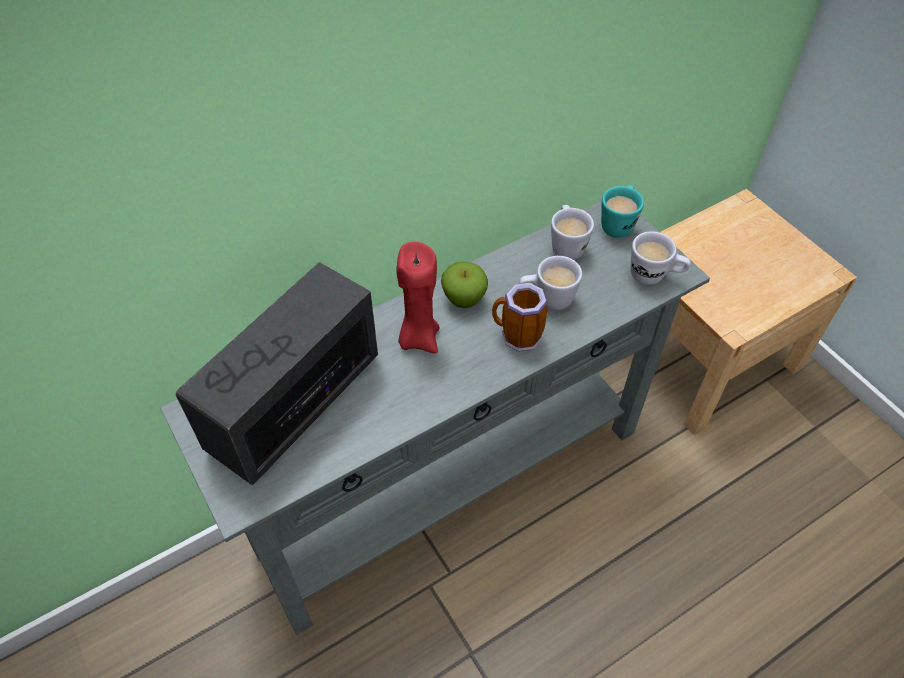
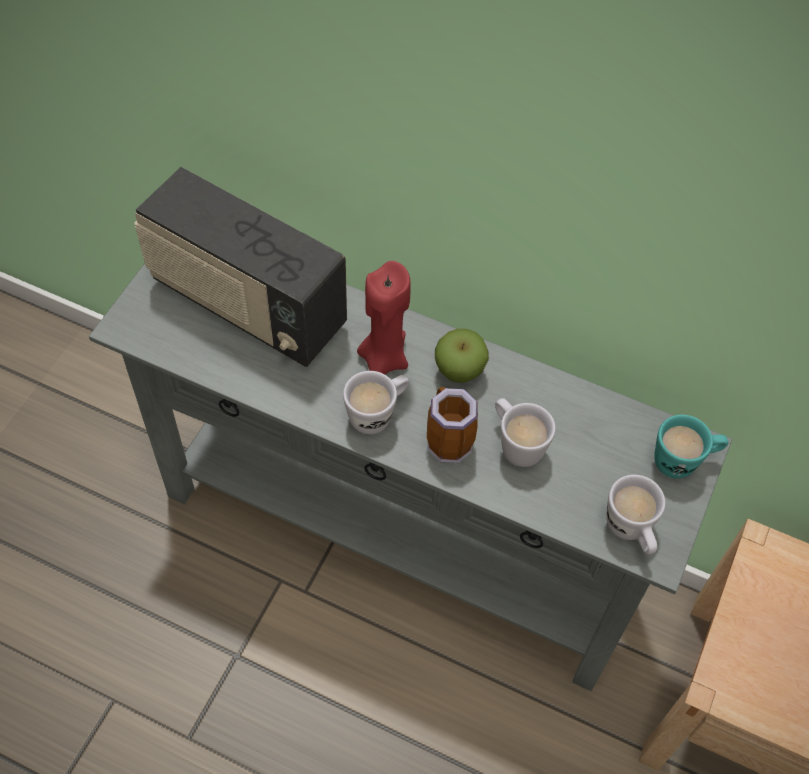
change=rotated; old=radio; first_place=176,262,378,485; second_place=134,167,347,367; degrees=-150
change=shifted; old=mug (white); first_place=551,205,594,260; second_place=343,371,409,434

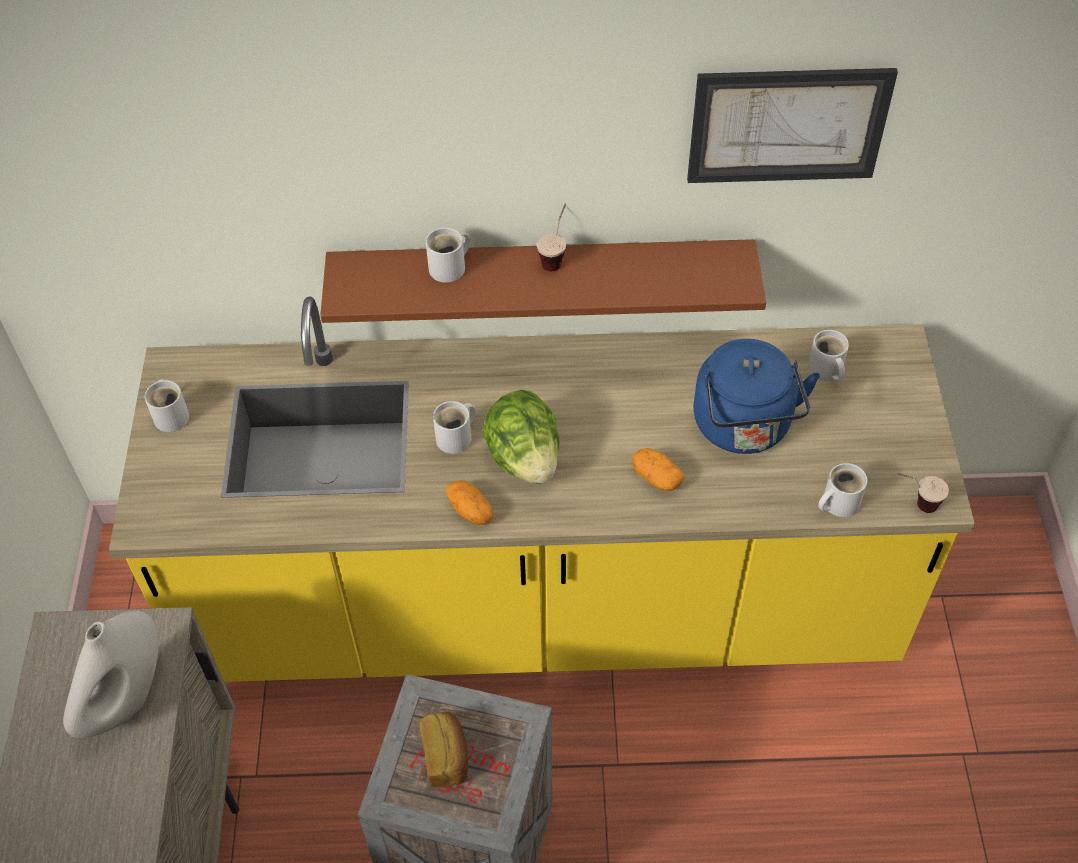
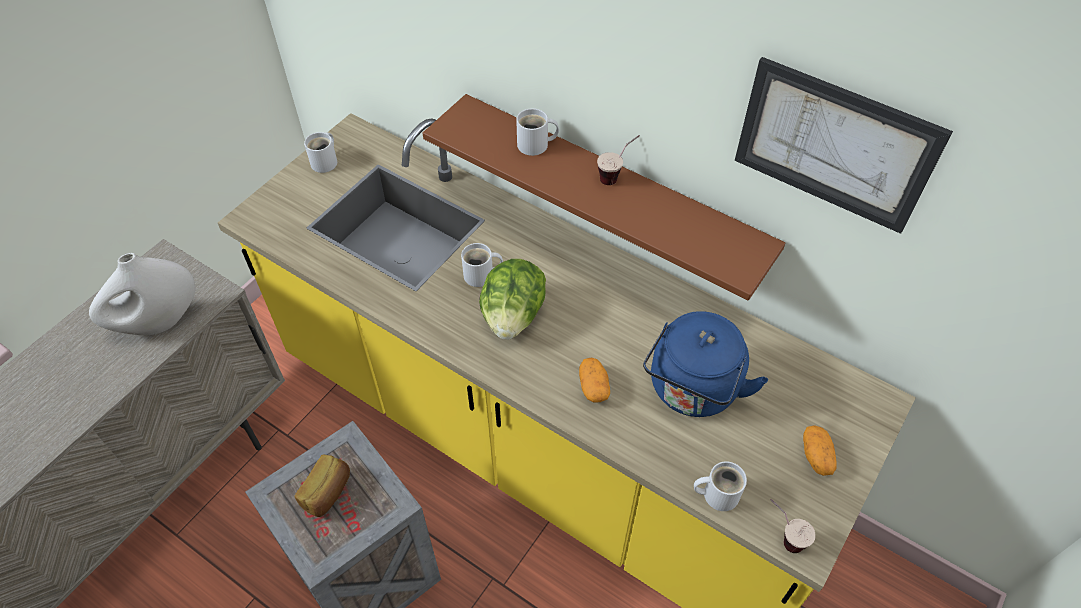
change=shifted; old=potato; first_place=447,480,493,525; second_place=803,425,837,476
change=gone; old=mug (white); first_place=808,330,849,382

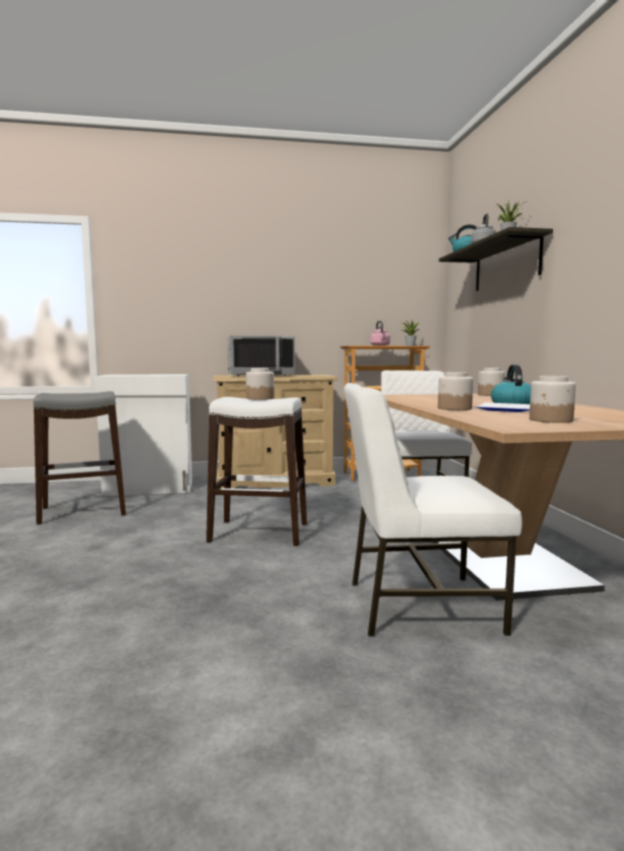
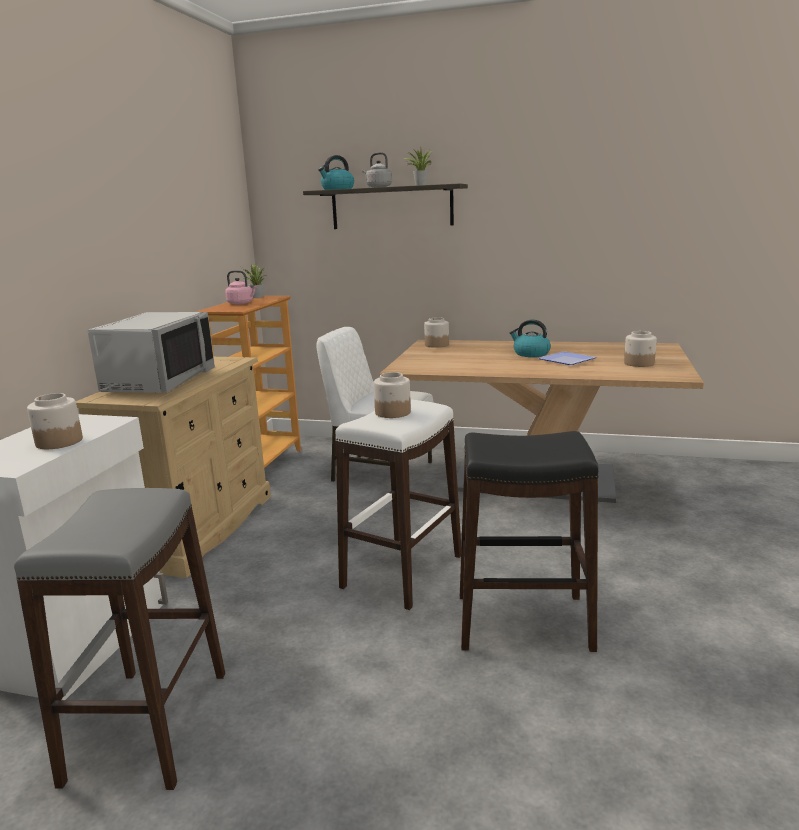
change=shifted; old=jar; first_place=438,372,473,410; second_place=27,393,83,449
change=new; new=stool (black); second_place=460,431,599,652
change=gone; old=chair (white); first_place=344,383,523,637

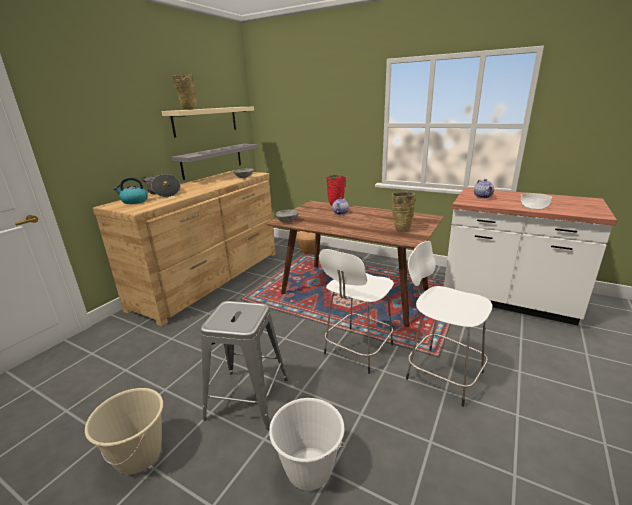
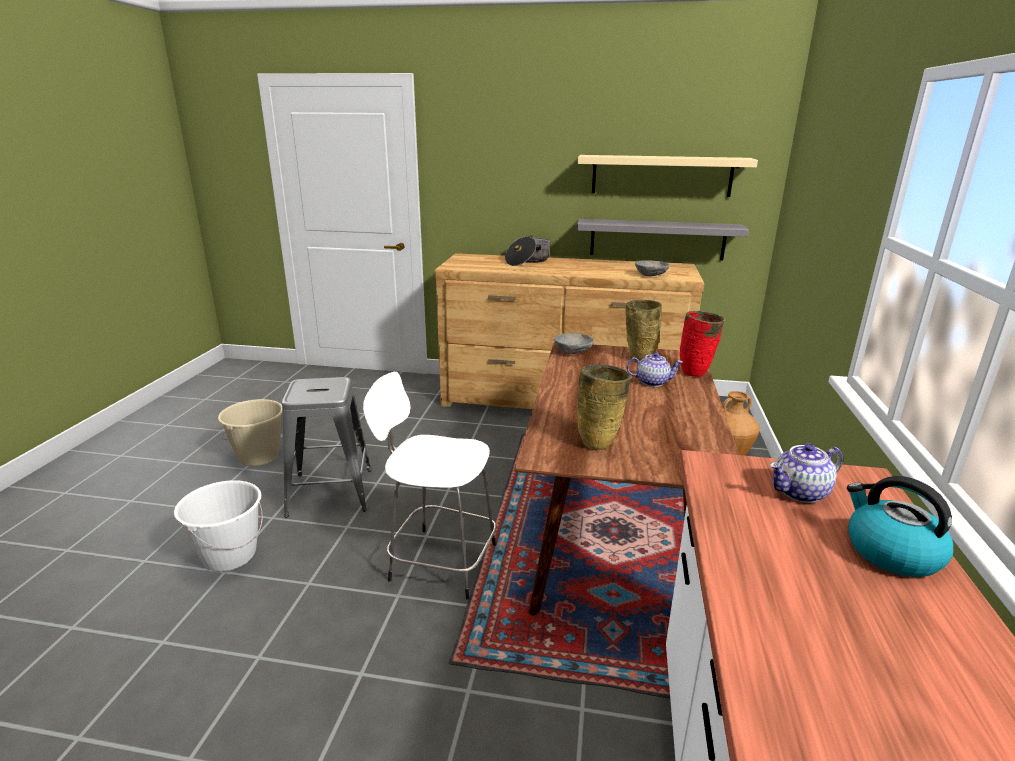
change=shifted; old=vase (beige); first_place=172,74,197,110; second_place=625,300,662,361
change=shifted; old=kettle; first_place=114,177,148,204; second_place=847,476,954,577
change=gone; old=stool (white); first_place=406,241,493,407
change=gone; old=bowl; first_place=520,193,552,210

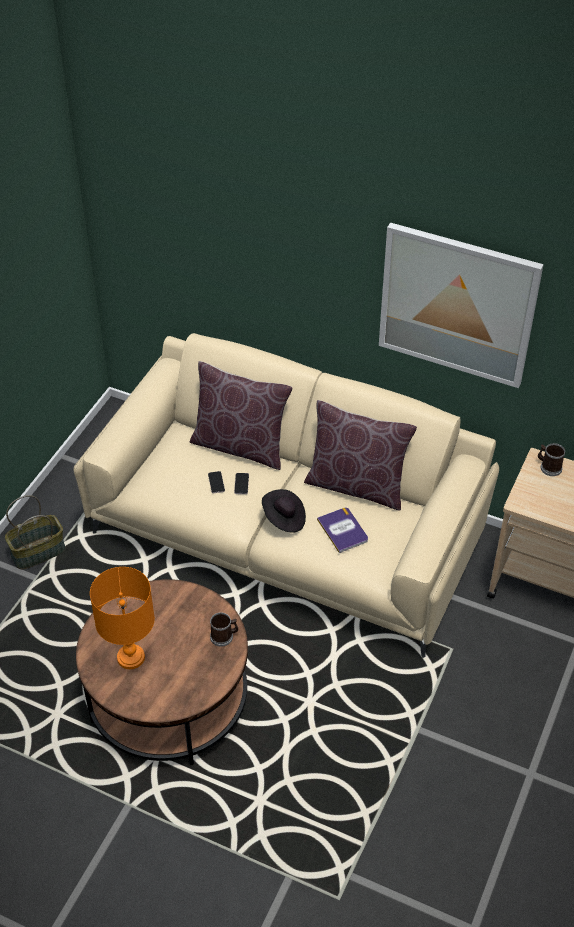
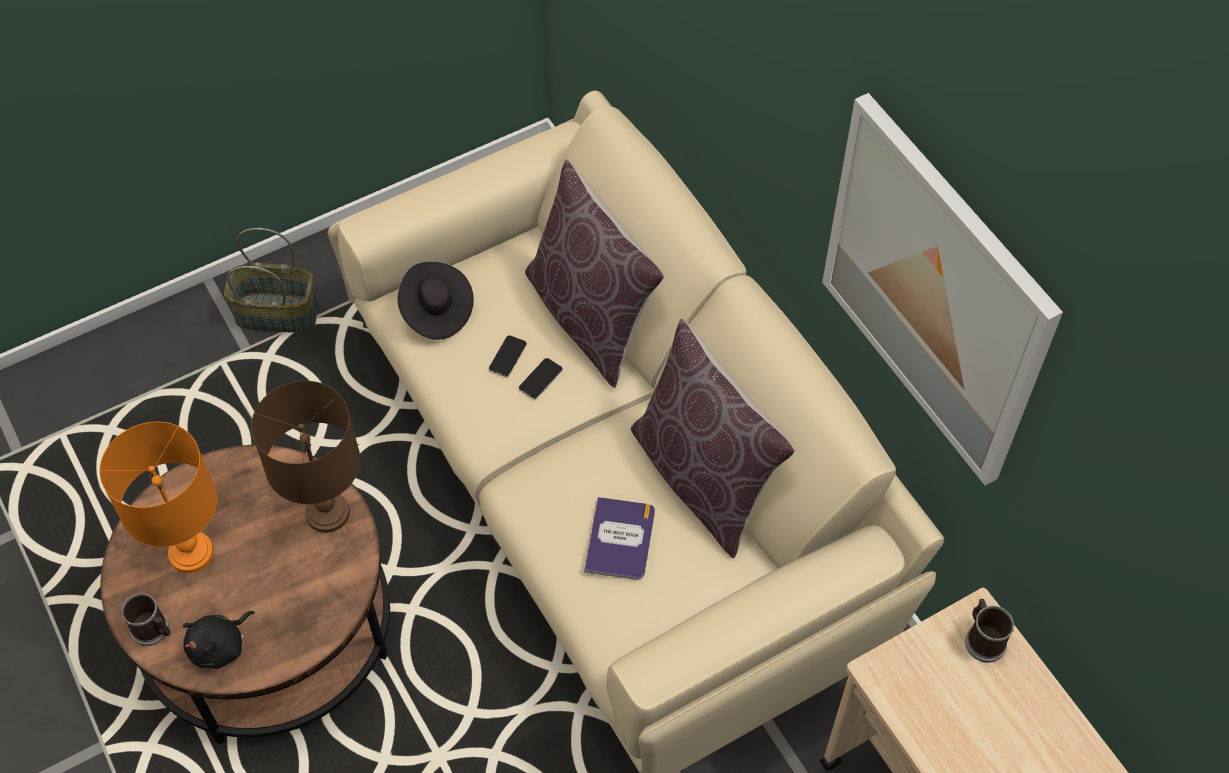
change=shifted; old=mug; first_place=210,612,238,647; second_place=121,593,171,646
change=new; new=plush toy (black); second_place=183,611,255,669
change=new; new=table lamp (brown); second_place=251,381,360,533
change=shifted; old=hat (black); first_place=262,489,306,533; second_place=398,262,474,340

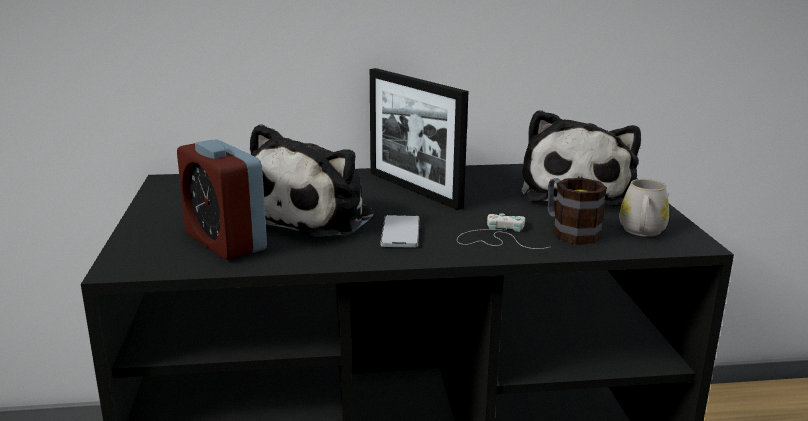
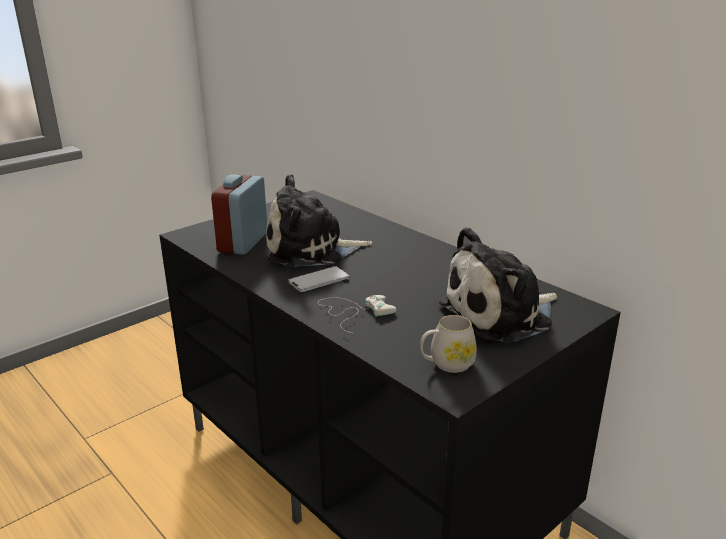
change=gone; old=picture frame; first_place=370,68,469,210
change=gone; old=mug; first_place=547,178,607,245

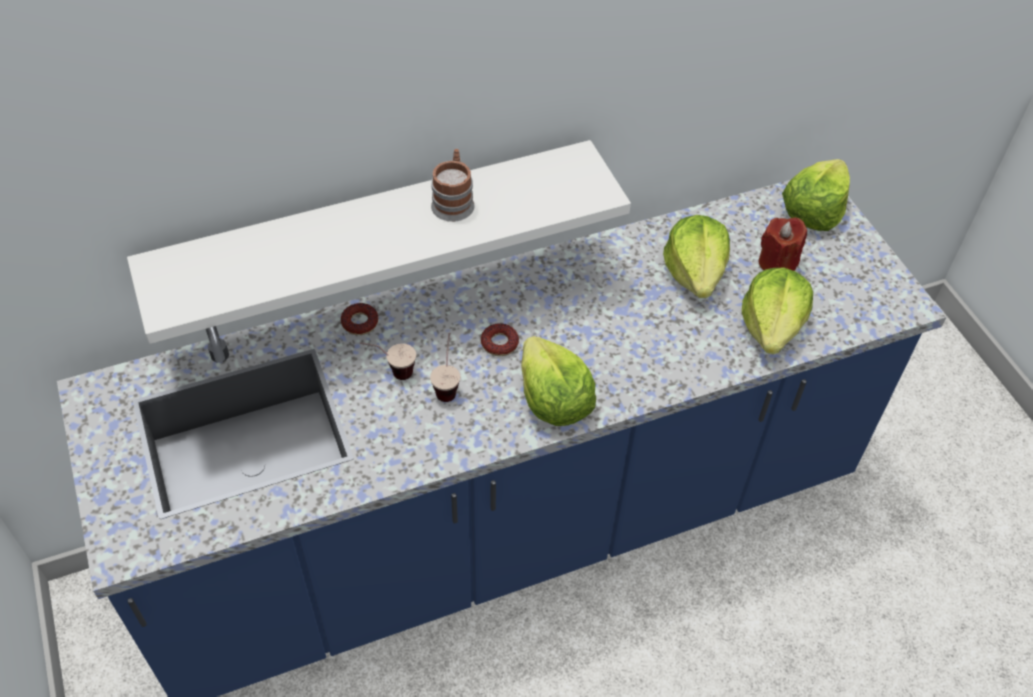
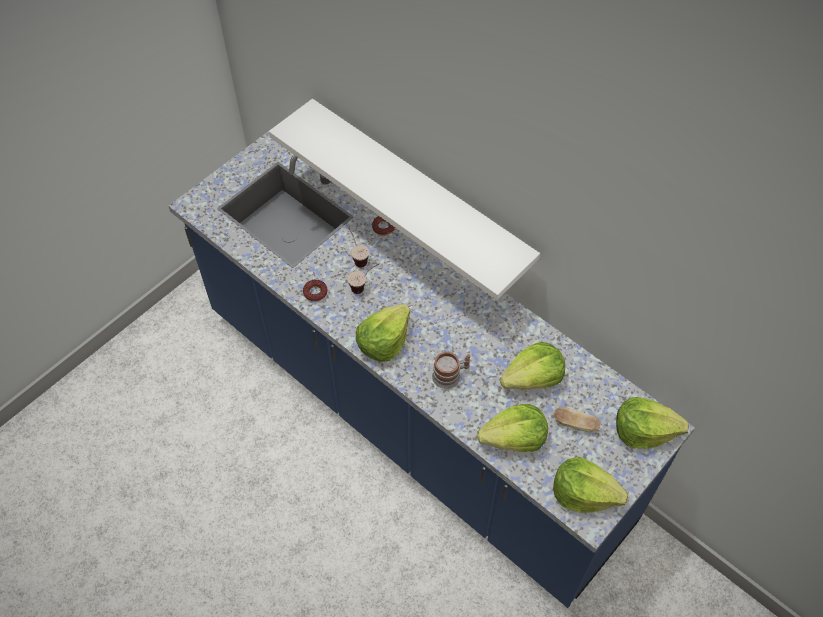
change=shifted; old=donut; first_place=481,323,519,356; second_place=303,280,328,302
change=shifted; old=mug; first_place=431,149,474,222; second_place=432,352,470,389
change=new; new=lettuce; second_place=553,457,628,513
change=swapped; old=candle (red); new=bread; first_place=758,218,807,271; second_place=554,407,600,432

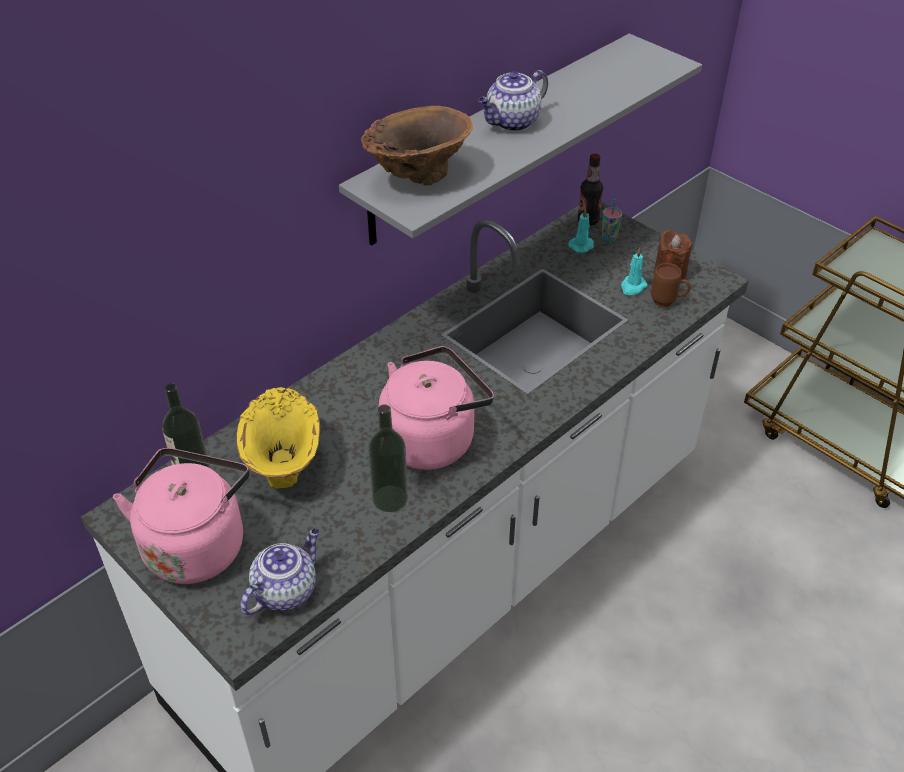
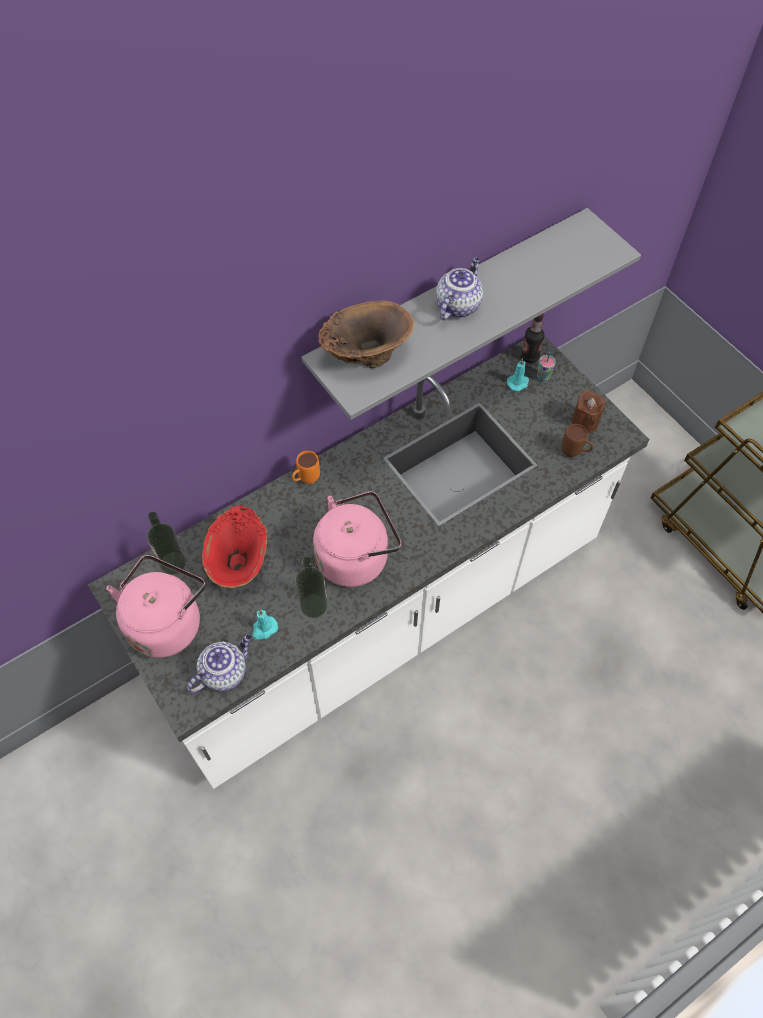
change=repainted; old=vase (yellow); new=vase (red); first_place=237,387,320,489; second_place=202,506,267,588
change=shifted; old=candle (turquoise); first_place=621,248,648,295; second_place=252,610,278,640
change=new; new=mug (orange); second_place=292,451,320,484
change=rotated; old=teapot; first_place=478,70,548,131; second_place=436,257,483,320; degrees=150

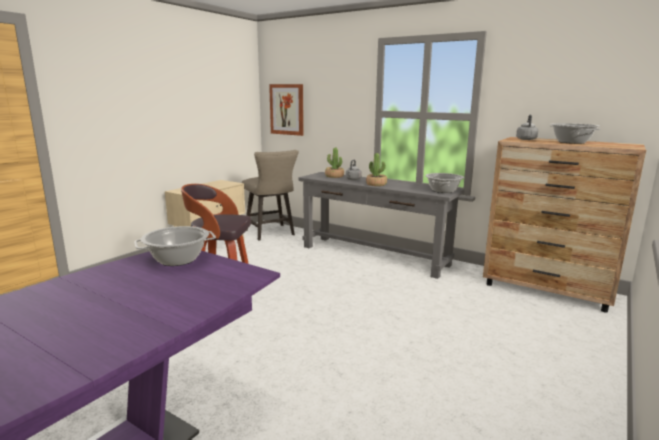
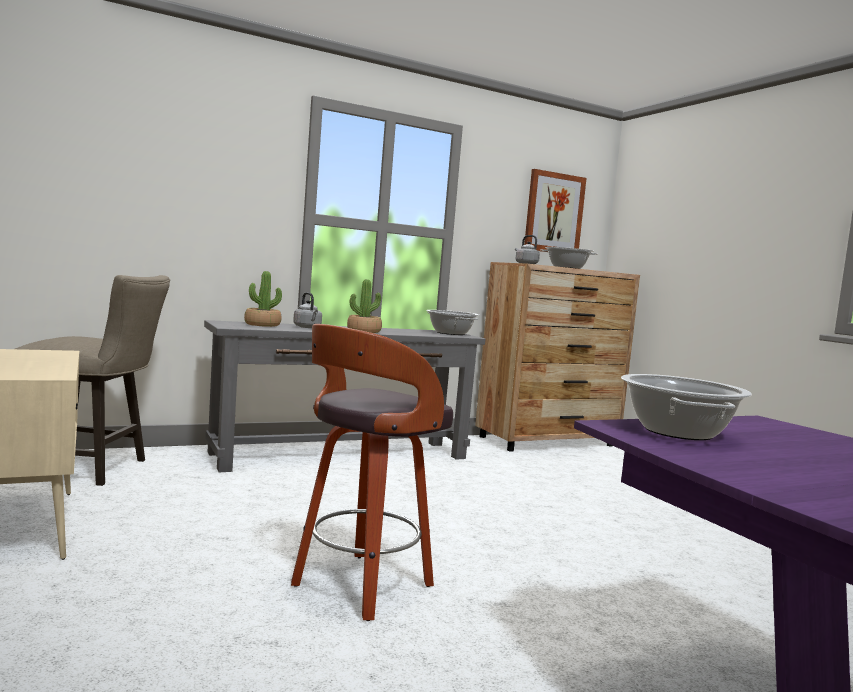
change=shifted; old=picture; first_place=269,84,304,136; second_place=524,169,586,252

